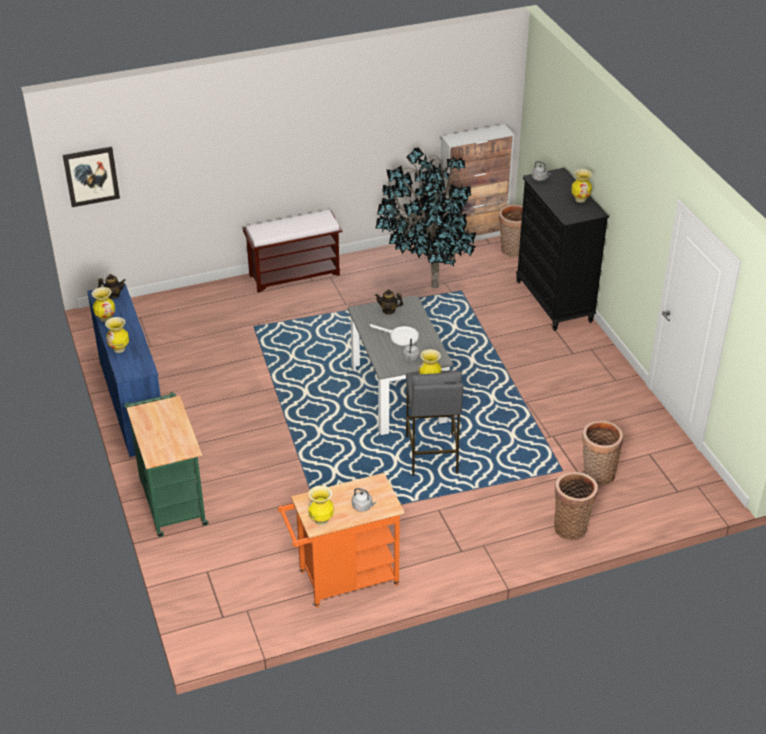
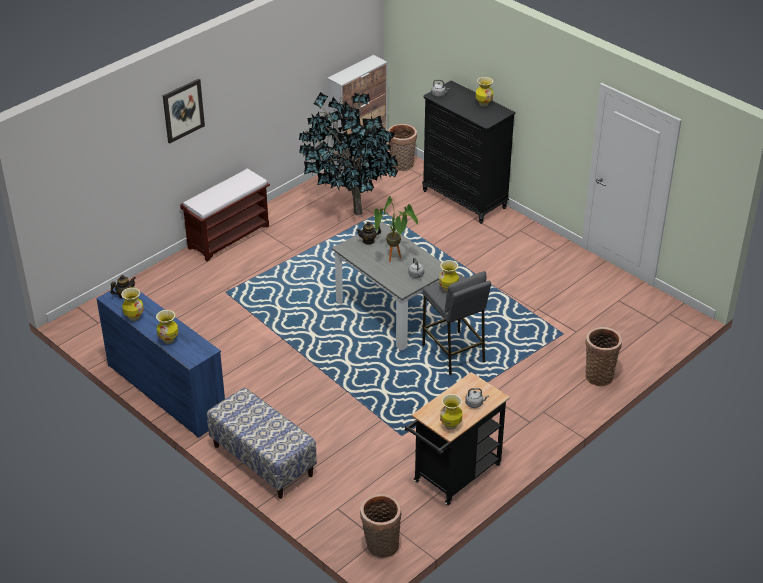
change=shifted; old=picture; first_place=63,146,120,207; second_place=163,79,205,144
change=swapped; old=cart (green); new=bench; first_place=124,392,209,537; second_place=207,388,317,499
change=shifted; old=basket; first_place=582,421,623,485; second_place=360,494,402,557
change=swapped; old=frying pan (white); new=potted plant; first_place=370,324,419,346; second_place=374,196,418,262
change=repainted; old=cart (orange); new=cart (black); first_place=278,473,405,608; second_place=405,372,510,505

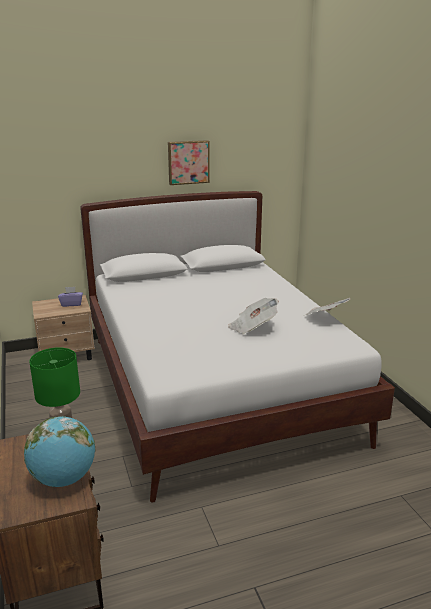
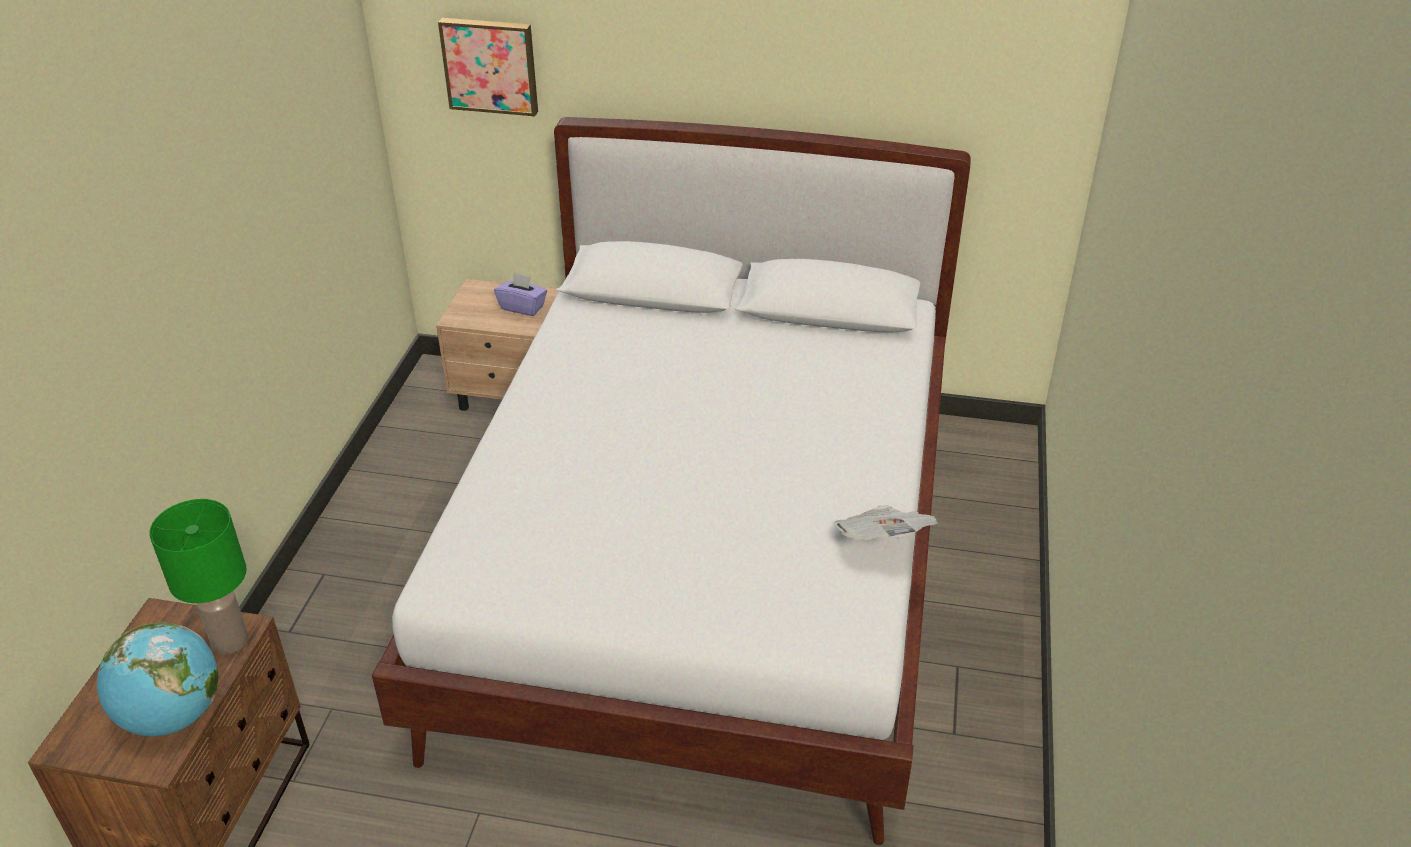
change=shifted; old=picture; first_place=168,140,210,185; second_place=438,18,538,116
change=gone; old=newspaper; first_place=228,298,279,334

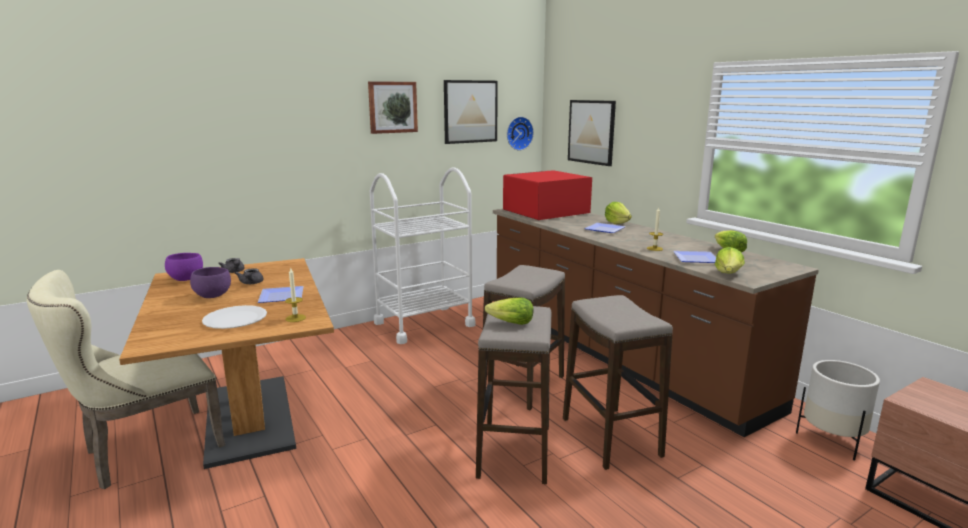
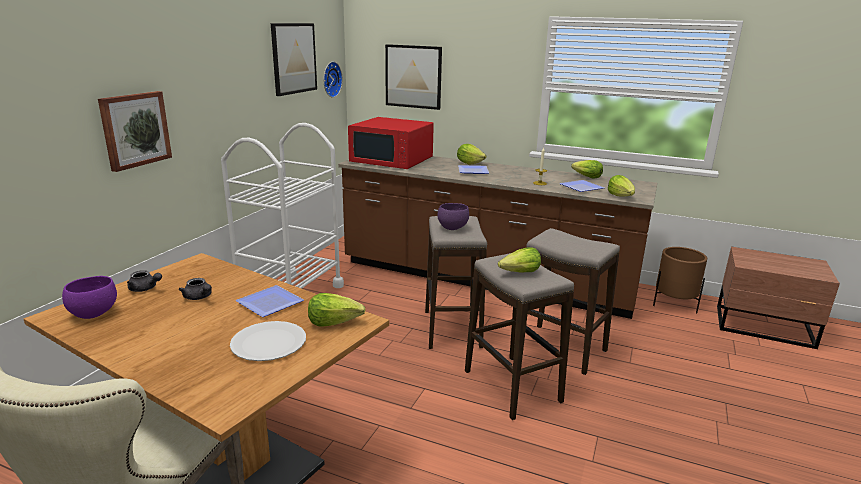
change=shifted; old=picture; first_place=368,81,418,134; second_place=98,91,172,172
change=swapped; old=candle; new=lettuce; first_place=285,267,306,322; second_place=308,293,366,327
change=rotated; old=microwave (red); first_place=503,170,592,221; second_place=348,117,434,169; degrees=-90
change=shifted; old=bowl (purple); first_place=190,267,231,298; second_place=438,203,469,230
change=repainted; old=planter (white); new=planter (brown); first_place=796,360,880,460; second_place=653,247,707,314

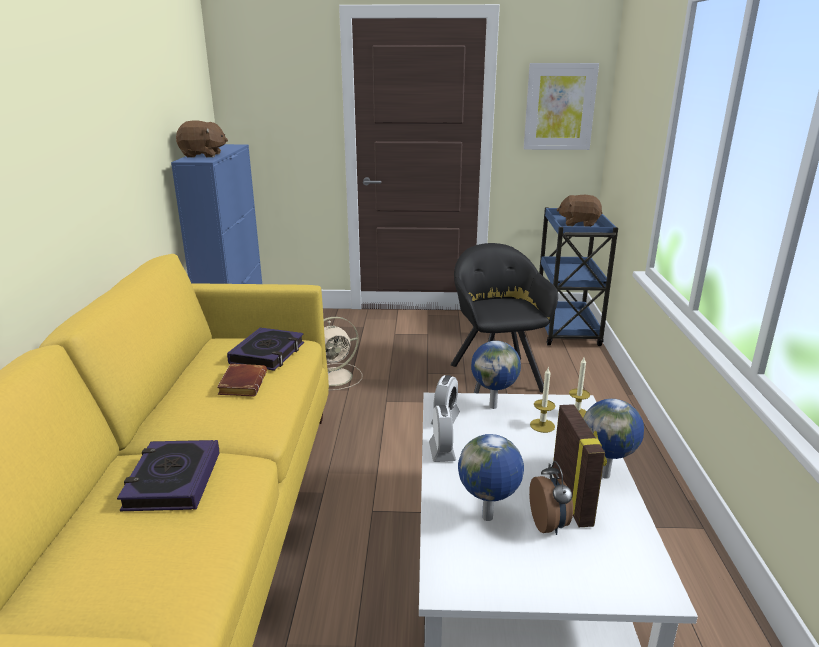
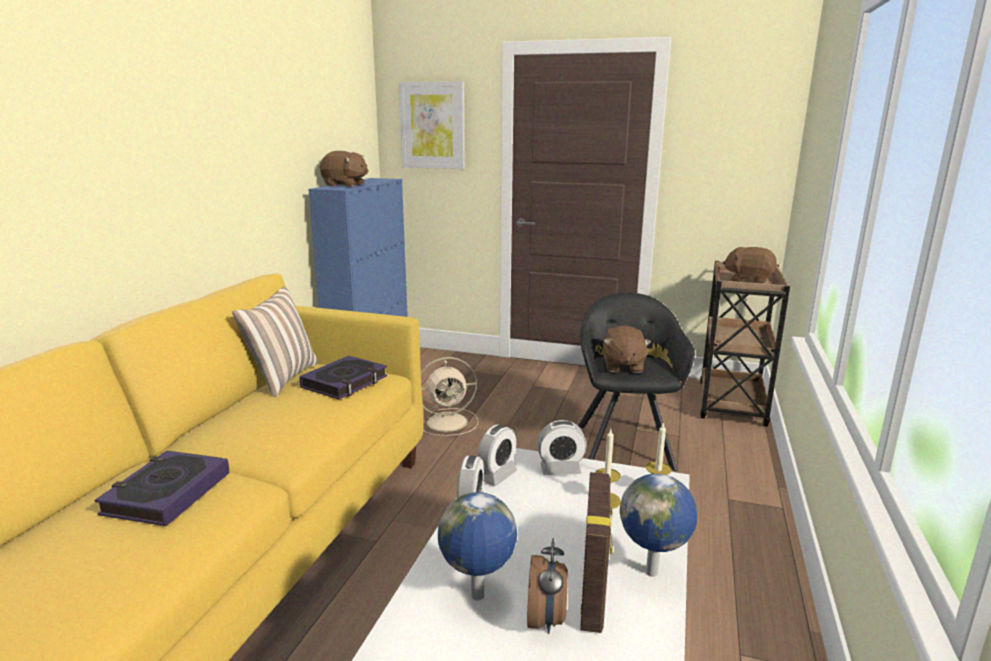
change=new; new=pillow; second_place=232,286,318,397
change=shifted; old=picture; first_place=523,63,599,150; second_place=399,81,465,169
change=swapped; old=globe; new=alarm clock; first_place=471,341,521,409; second_place=537,420,587,475
change=new; new=plush toy (brown); second_place=603,325,651,373
change=repainted; old=cart (blue); new=cart (brown); first_place=539,207,618,346; second_place=700,261,790,427
change=gone; old=book (brown); first_place=217,364,267,396

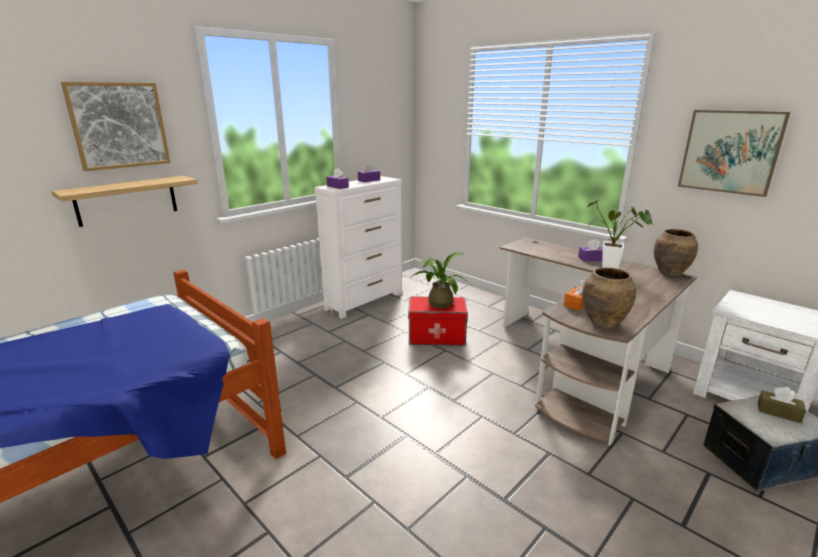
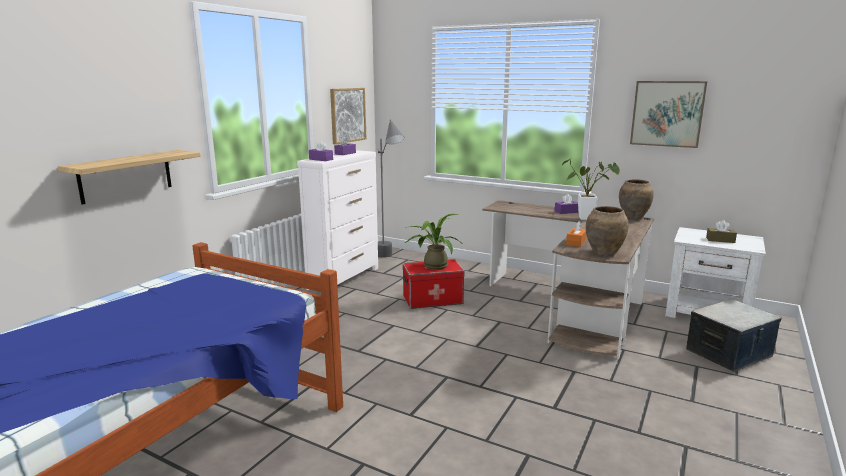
change=shifted; old=picture; first_place=61,82,170,171; second_place=330,88,367,145
change=new; new=floor lamp (grey); second_place=378,119,405,257
change=shifted; old=tissue box (brown); first_place=758,387,806,423; second_place=706,220,737,243

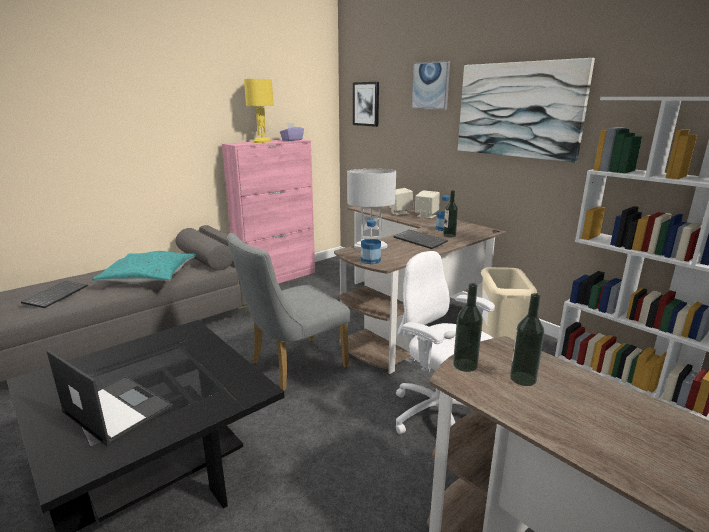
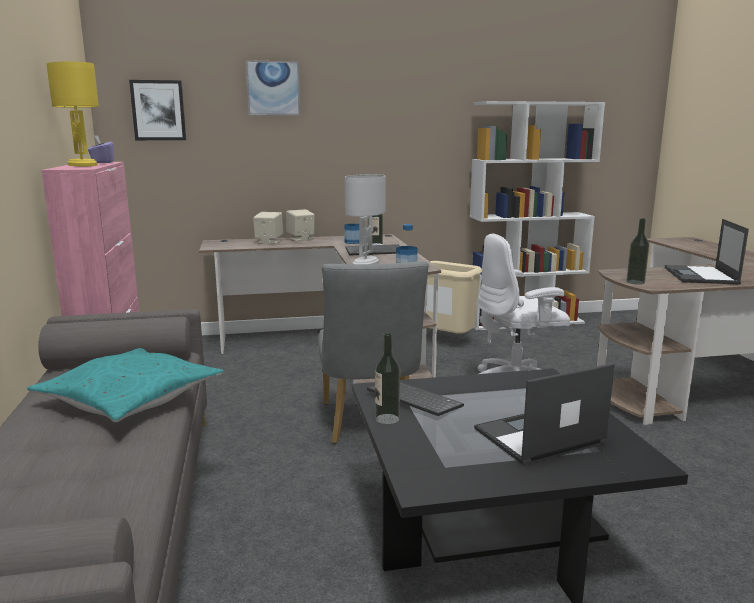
change=shifted; old=keyboard; first_place=21,280,88,308; second_place=367,382,464,416
change=shifted; old=bottle; first_place=510,293,544,386; second_place=375,333,400,425
change=new; new=laptop; second_place=665,219,749,285
change=gone; old=picture; first_place=458,58,595,163

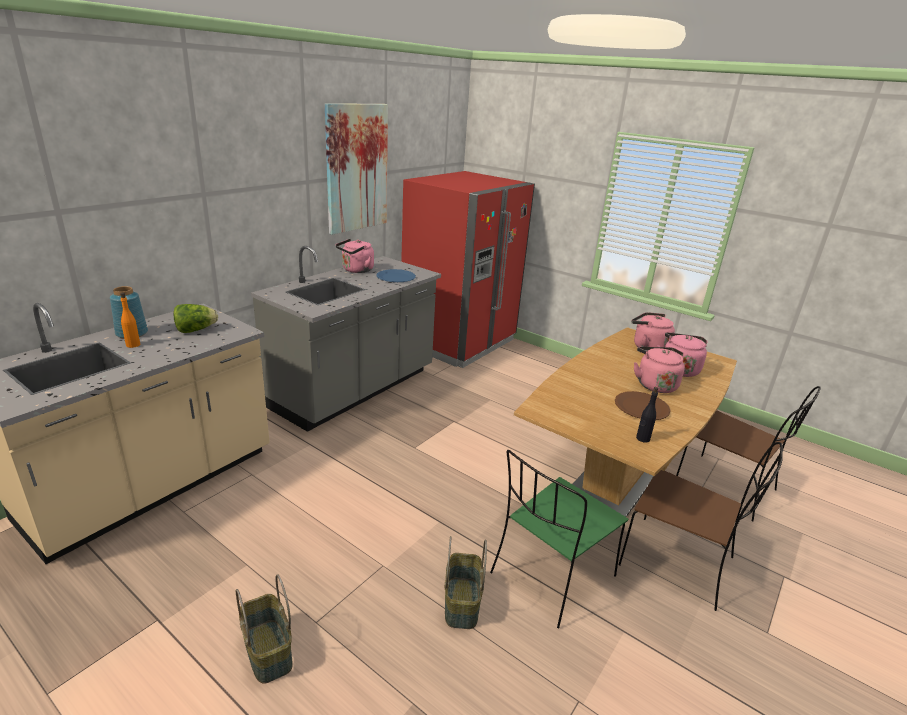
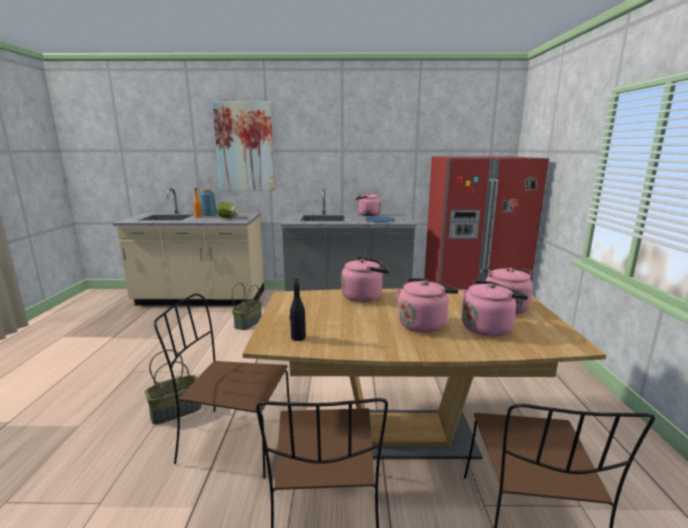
change=repainted; old=chair (green); new=chair (brown); first_place=490,450,628,628; second_place=154,294,290,479
change=shifted; old=picture; first_place=325,103,388,235; second_place=212,102,275,191
change=shifted; old=basket; first_place=236,574,293,683; second_place=232,283,262,330
change=new; new=kettle (pink); second_place=341,257,390,302
change=gone; old=plate (brown); first_place=615,391,671,420

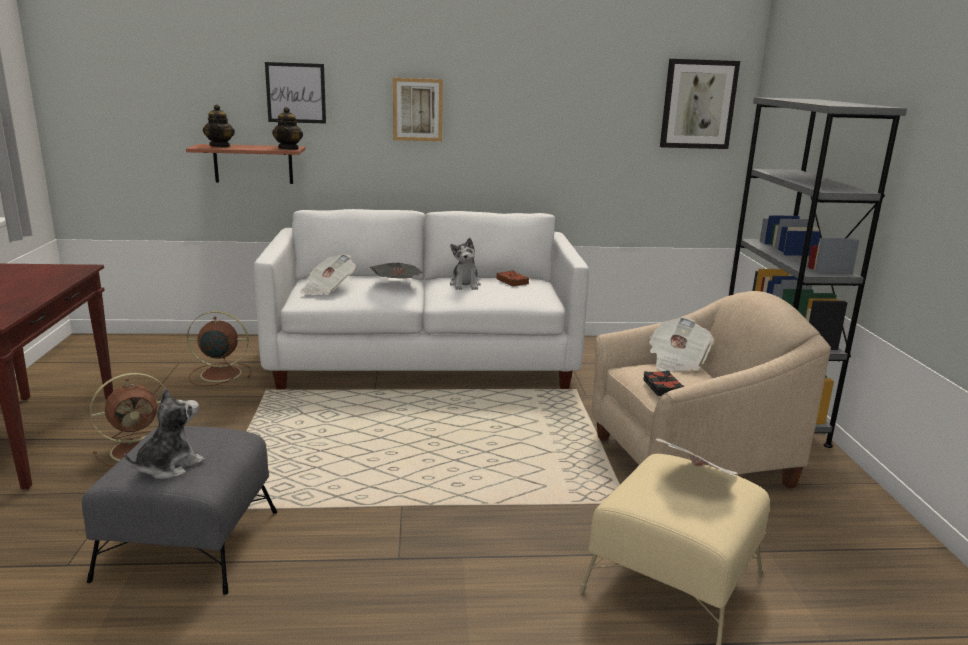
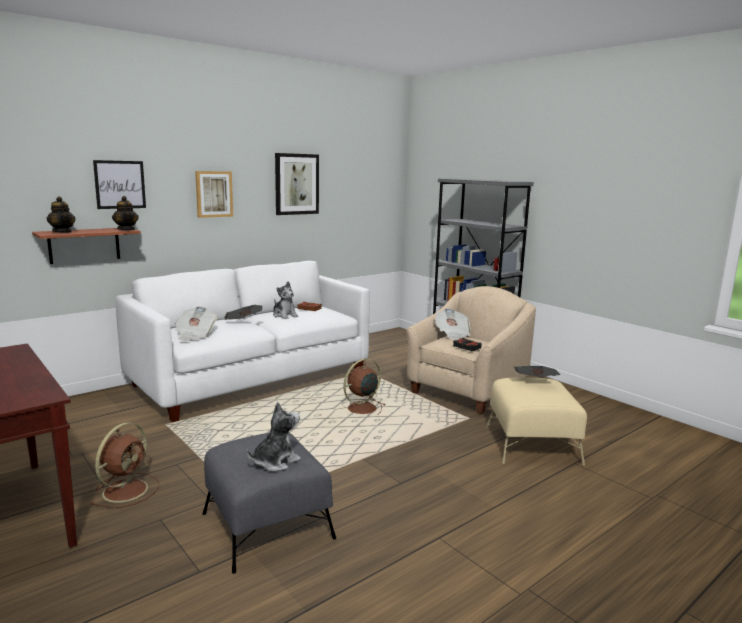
change=rotated; old=plush toy; first_place=124,388,205,479; second_place=247,402,301,472; degrees=45
change=shifted; old=picture; first_place=660,59,740,149; second_place=275,153,319,215
change=shifted; old=fan (brown); first_place=187,311,251,386; second_place=343,358,386,414

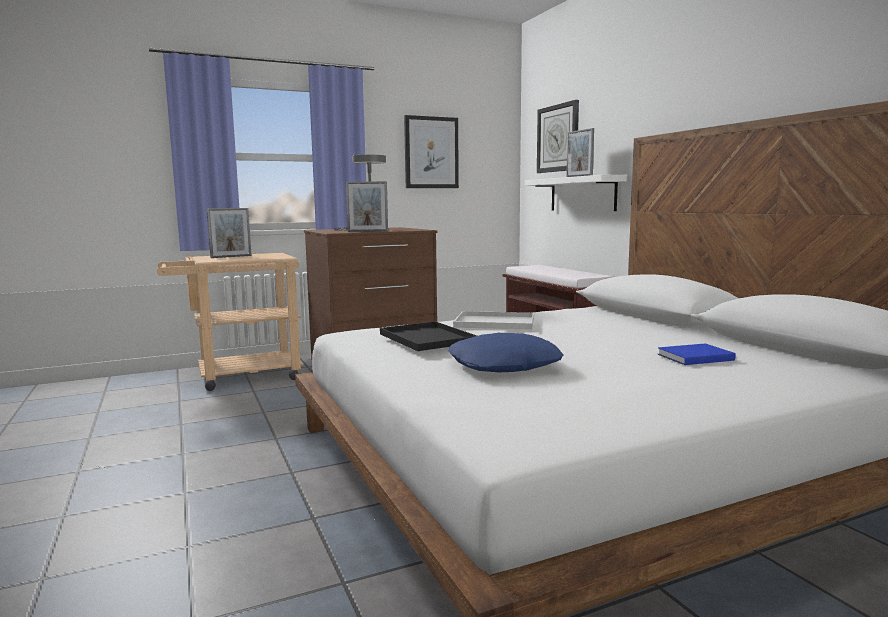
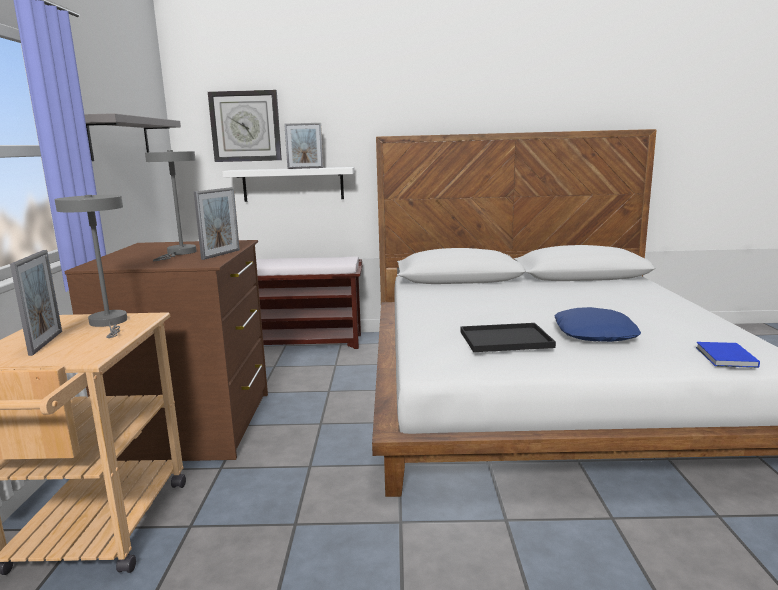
change=new; new=table lamp (grey); second_place=55,195,127,338
change=swapped; old=picture; new=shelf (grey); first_place=404,115,459,188; second_place=84,113,181,161
change=shifted; old=book (blue); first_place=657,343,736,365; second_place=696,342,760,368
change=gone; old=tray (white); first_place=453,311,534,330

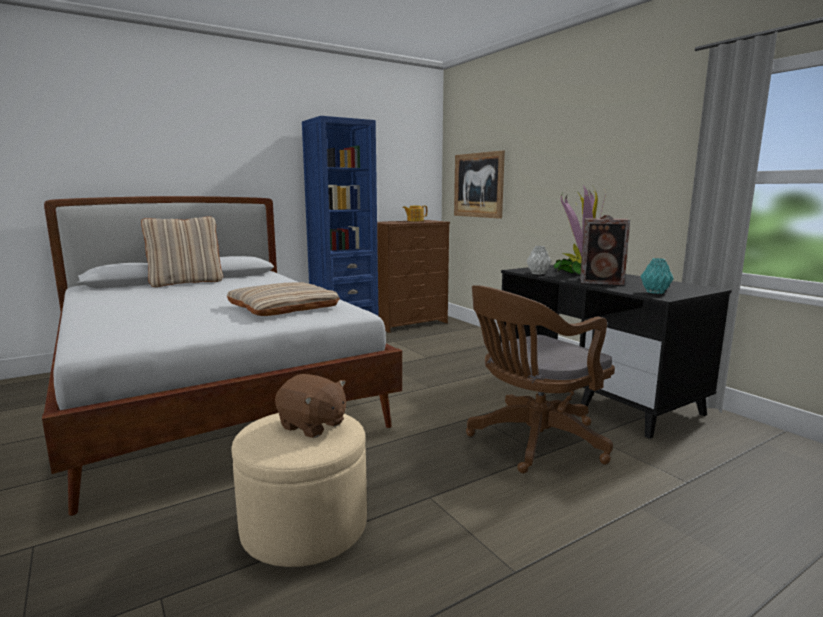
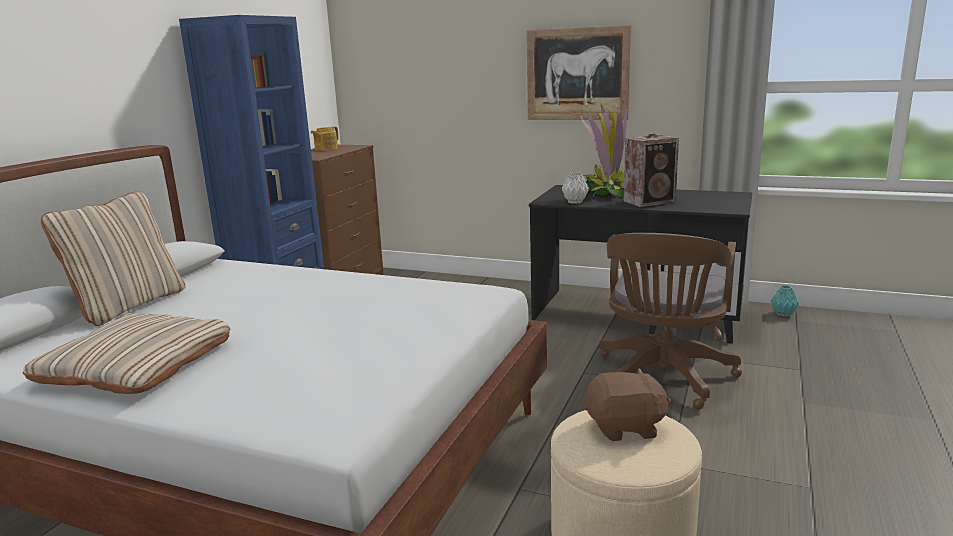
change=shifted; old=pillow (beige); first_place=226,282,340,316; second_place=23,313,230,394
change=shifted; old=picture; first_place=454,151,505,219; second_place=526,25,631,120
change=shifted; old=vase (turquoise); first_place=640,258,673,294; second_place=771,285,799,317

